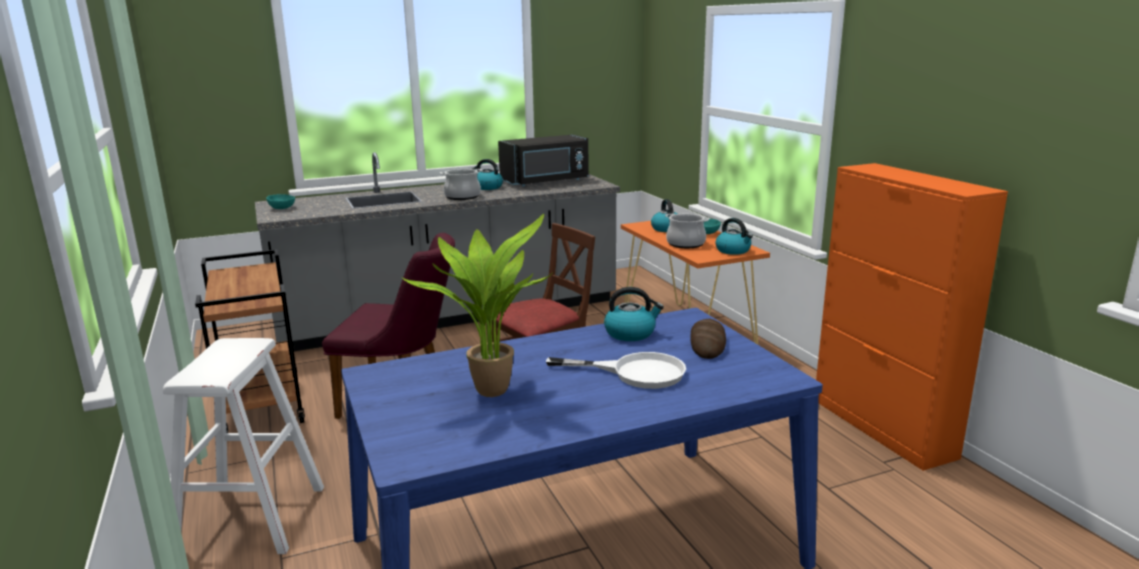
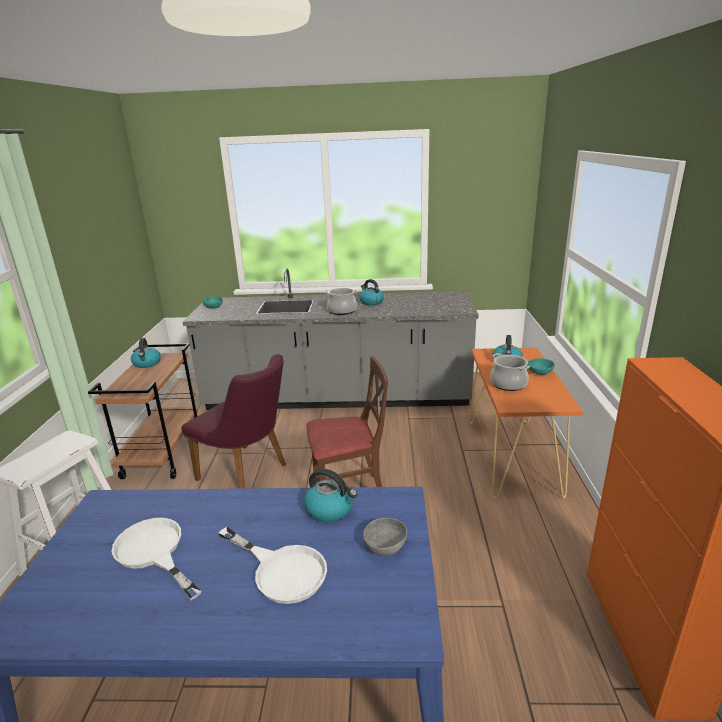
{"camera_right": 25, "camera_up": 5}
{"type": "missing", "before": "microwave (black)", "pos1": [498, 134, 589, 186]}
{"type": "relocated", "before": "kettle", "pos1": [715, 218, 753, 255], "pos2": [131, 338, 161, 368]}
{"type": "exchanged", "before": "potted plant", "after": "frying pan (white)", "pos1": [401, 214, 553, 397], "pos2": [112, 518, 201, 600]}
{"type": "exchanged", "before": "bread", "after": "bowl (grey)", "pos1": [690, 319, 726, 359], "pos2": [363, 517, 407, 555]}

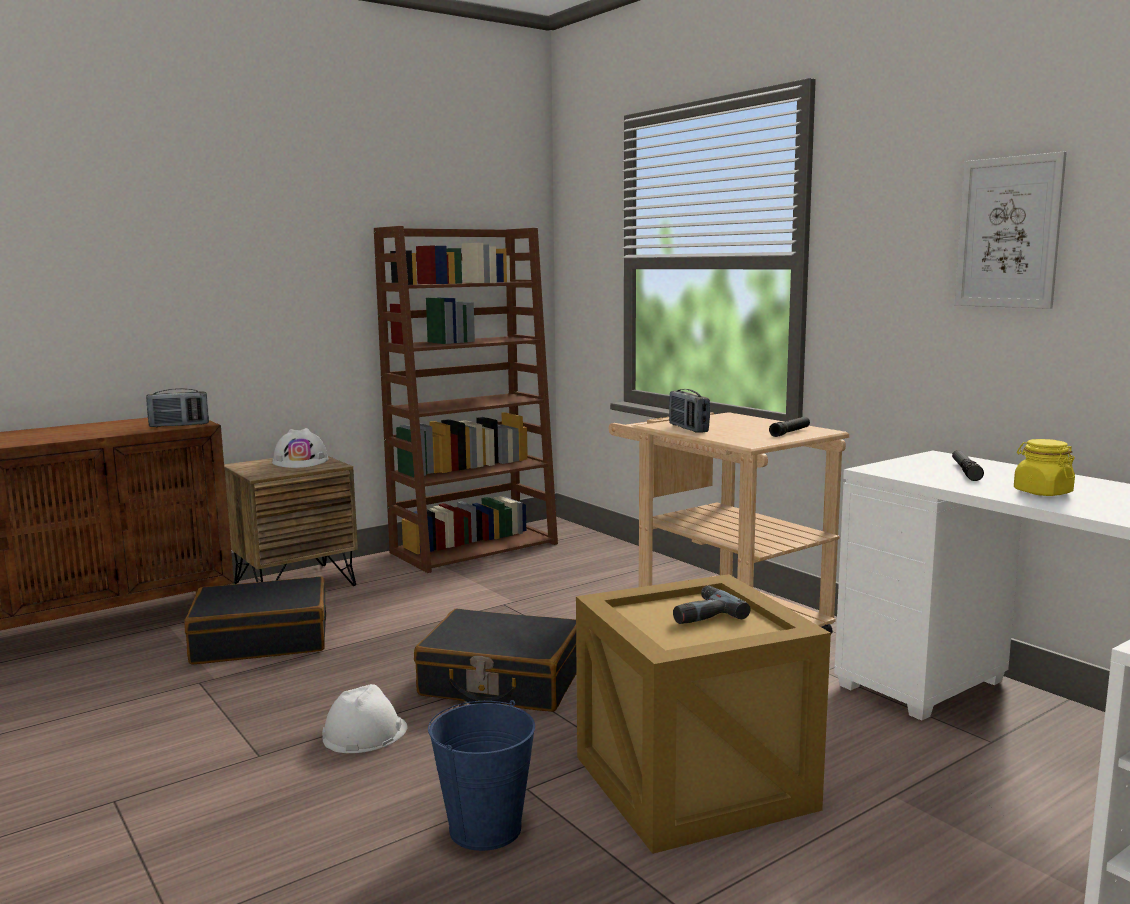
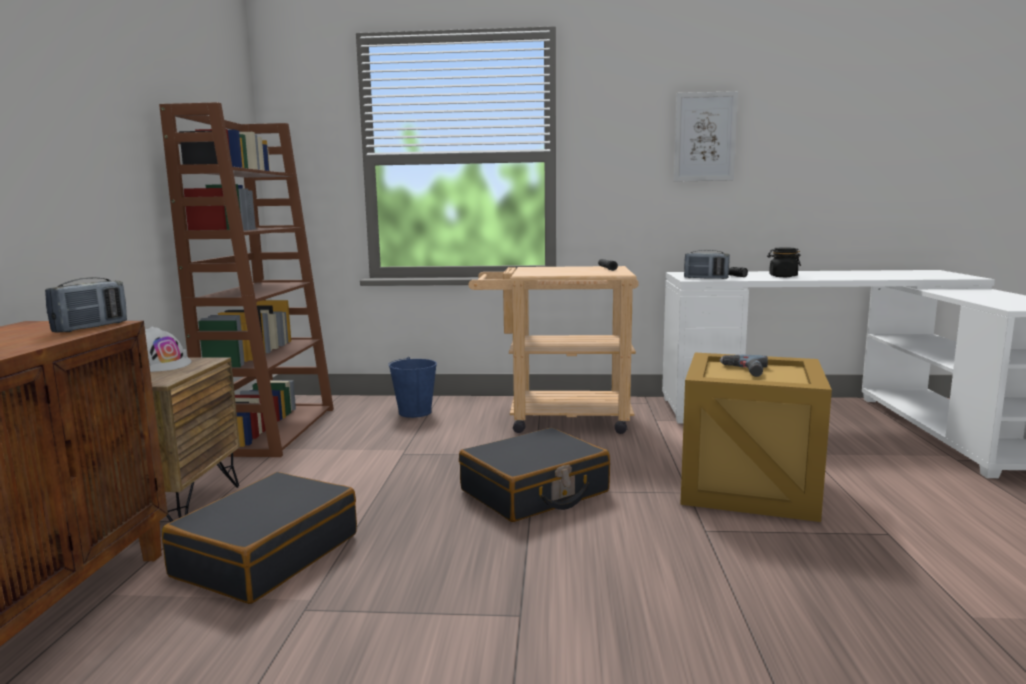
{"camera_right": -50, "camera_up": 0}
{"type": "missing", "before": "hard hat (white)", "pos1": [322, 684, 407, 753]}
{"type": "relocated", "before": "bucket (blue)", "pos1": [428, 700, 535, 851], "pos2": [388, 357, 437, 418]}
{"type": "relocated", "before": "radio", "pos1": [669, 389, 710, 433], "pos2": [684, 250, 730, 279]}
{"type": "colour", "before": "jar (yellow)", "after": "jar (black)", "pos1": [1014, 439, 1075, 496], "pos2": [767, 248, 801, 277]}

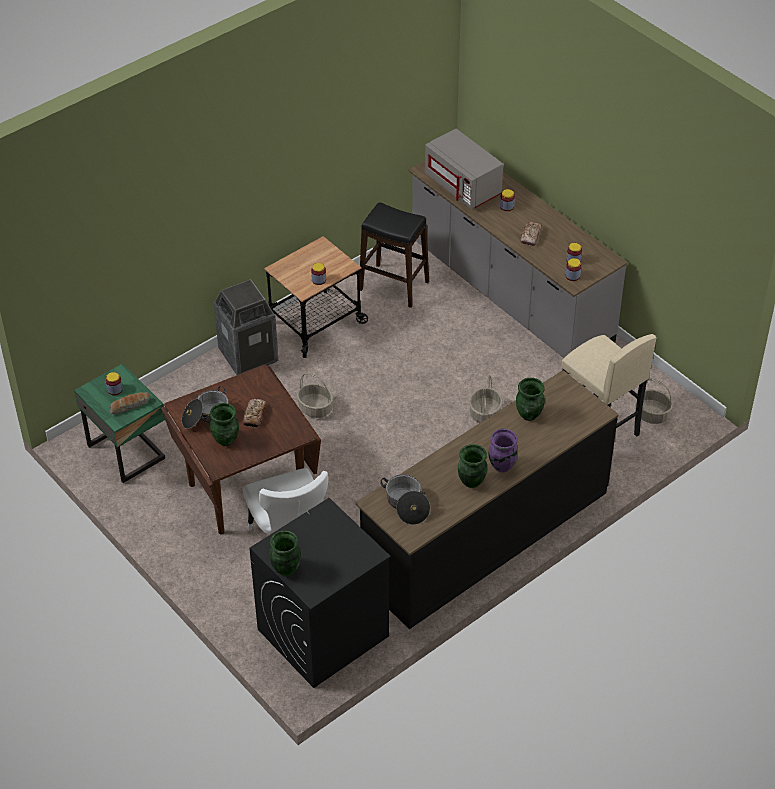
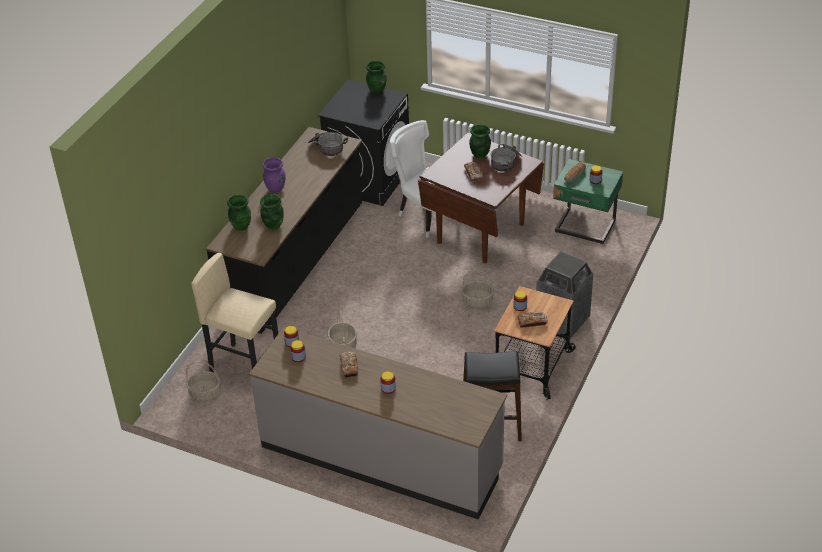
{"camera_right": 155, "camera_up": -5}
{"type": "missing", "before": "microwave (grey)", "pos1": [425, 129, 503, 209]}
{"type": "appeared", "after": "bread", "pos2": [518, 312, 548, 328]}
{"type": "relocated", "before": "vase (green)", "pos1": [458, 444, 487, 488], "pos2": [227, 195, 251, 231]}

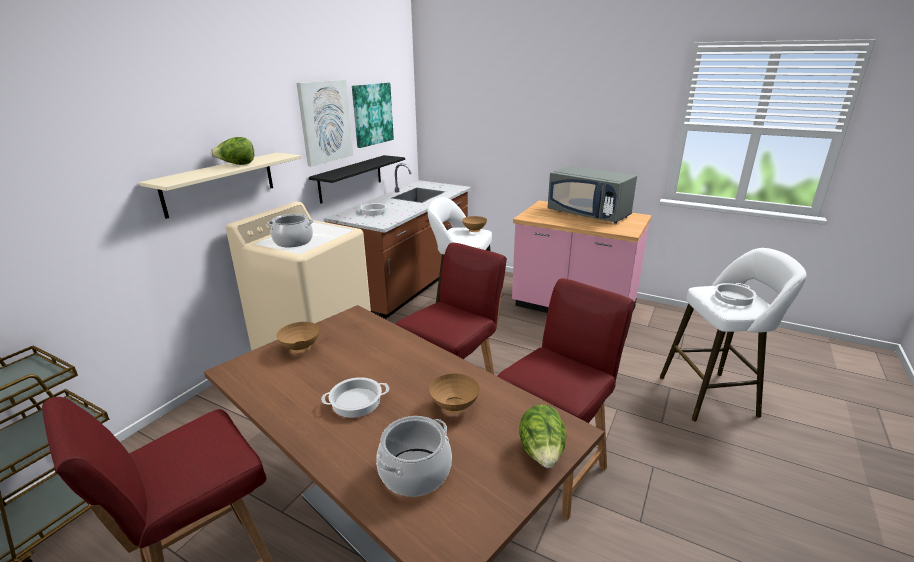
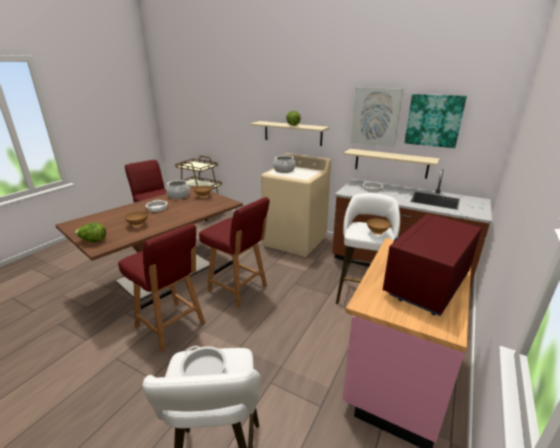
{"camera_right": 90, "camera_up": 0}
{"type": "relocated", "before": "cooking pot", "pos1": [376, 416, 452, 497], "pos2": [166, 180, 190, 199]}
{"type": "colour", "before": "shelf (black)", "after": "shelf (beige)", "pos1": [309, 155, 405, 204], "pos2": [343, 149, 440, 179]}
{"type": "colour", "before": "microwave (grey)", "after": "microwave (red)", "pos1": [548, 166, 637, 224], "pos2": [383, 214, 482, 316]}

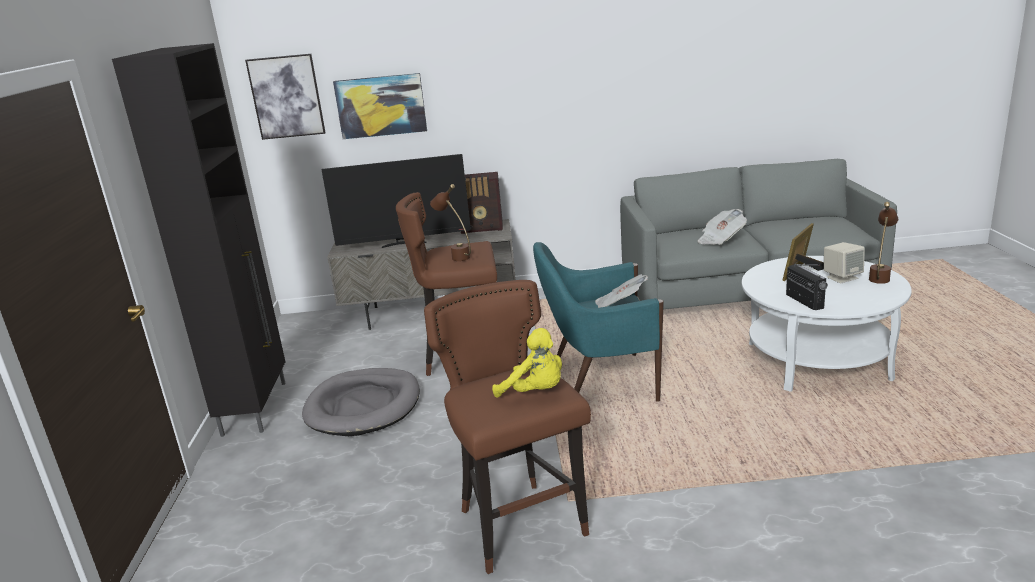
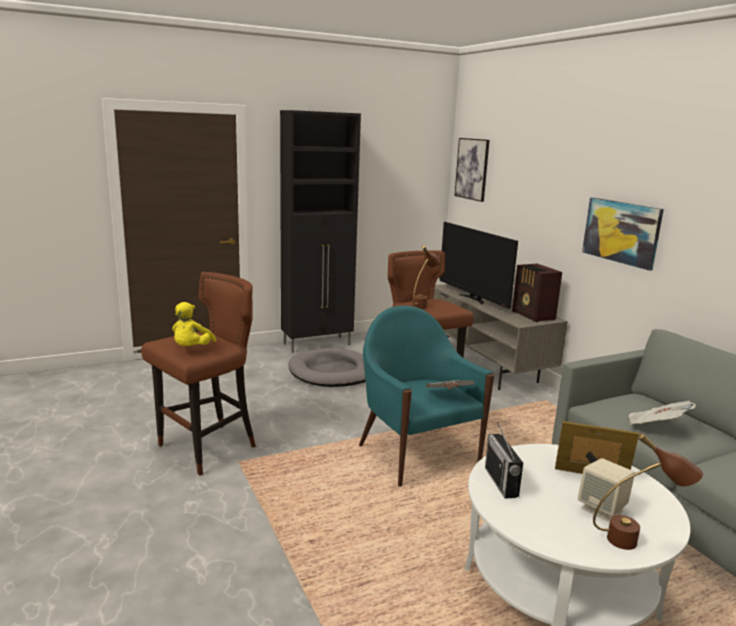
{"camera_right": 65, "camera_up": -5}
{"type": "relocated", "before": "picture", "pos1": [333, 73, 427, 139], "pos2": [582, 198, 664, 271]}
{"type": "spun", "before": "radio", "pos1": [786, 264, 828, 310], "pos2": [485, 422, 523, 499], "turn": 120}

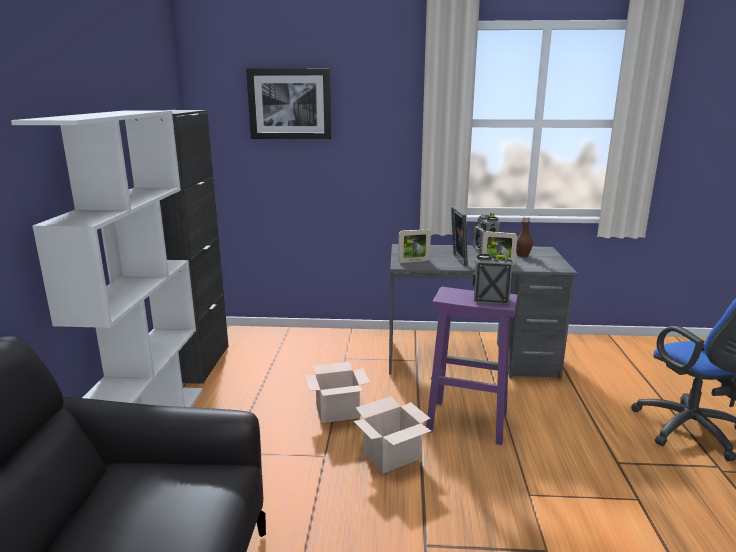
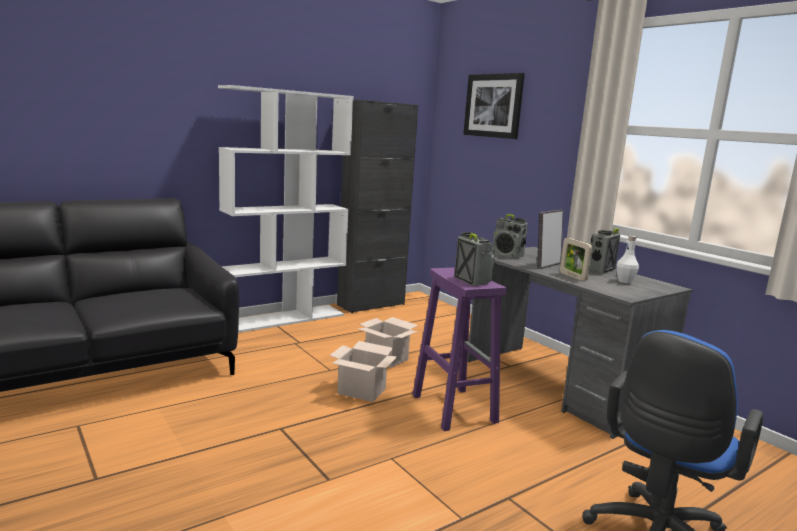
{"camera_right": 50, "camera_up": -5}
{"type": "exchanged", "before": "picture frame", "after": "radio", "pos1": [398, 229, 431, 263], "pos2": [492, 214, 528, 258]}
{"type": "colour", "before": "bottle (brown)", "after": "bottle (white)", "pos1": [516, 217, 533, 257], "pos2": [616, 235, 639, 283]}

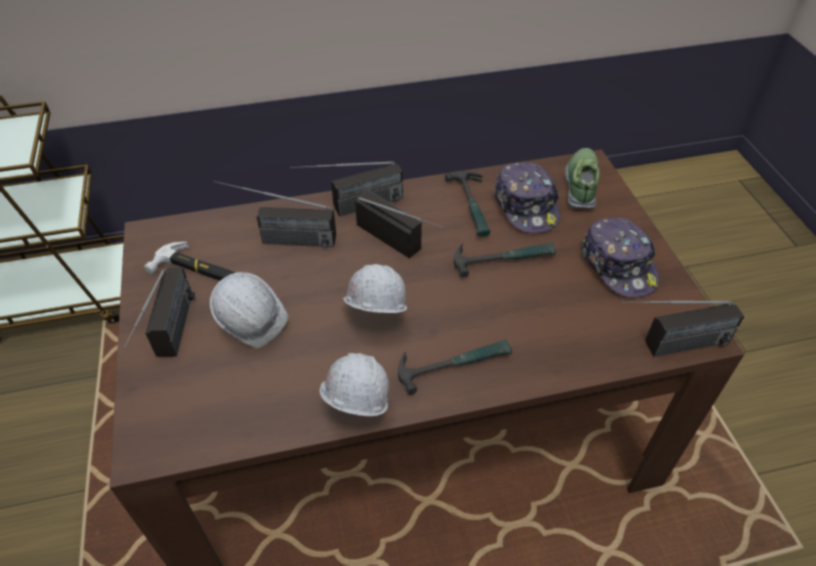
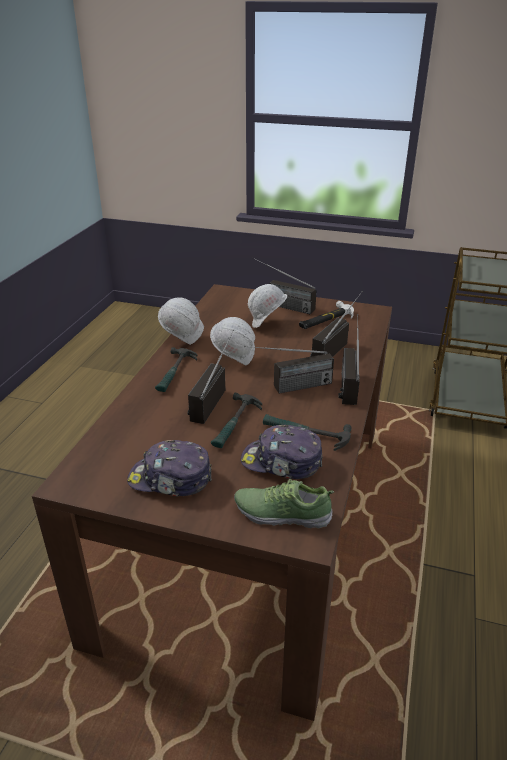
{"camera_right": 120, "camera_up": -15}
{"type": "relocated", "before": "radio", "pos1": [621, 301, 744, 357], "pos2": [188, 329, 234, 424]}
{"type": "spun", "before": "shoe", "pos1": [565, 148, 599, 209], "pos2": [234, 479, 334, 528], "turn": 150}

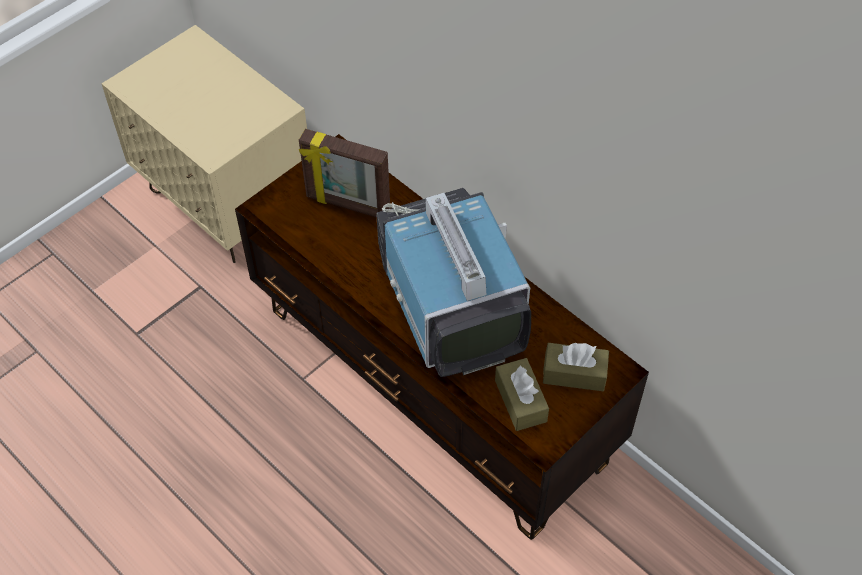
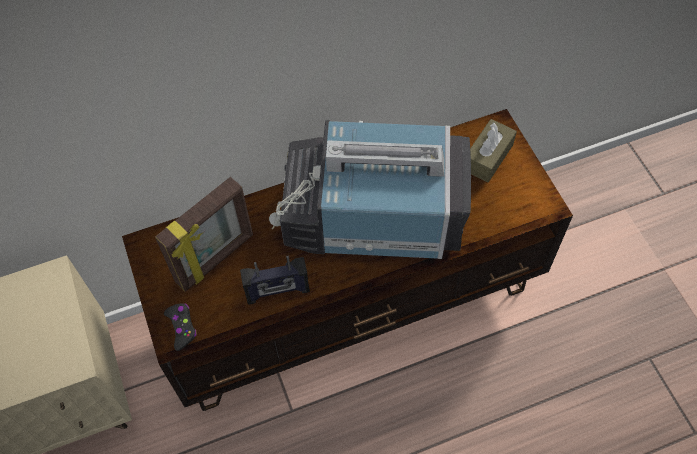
{"camera_right": -65, "camera_up": 5}
{"type": "missing", "before": "tissue box (brown)", "pos1": [495, 358, 549, 431]}
{"type": "appeared", "after": "game controller (black)", "pos2": [164, 303, 197, 351]}
{"type": "appeared", "after": "radio", "pos2": [240, 256, 310, 305]}

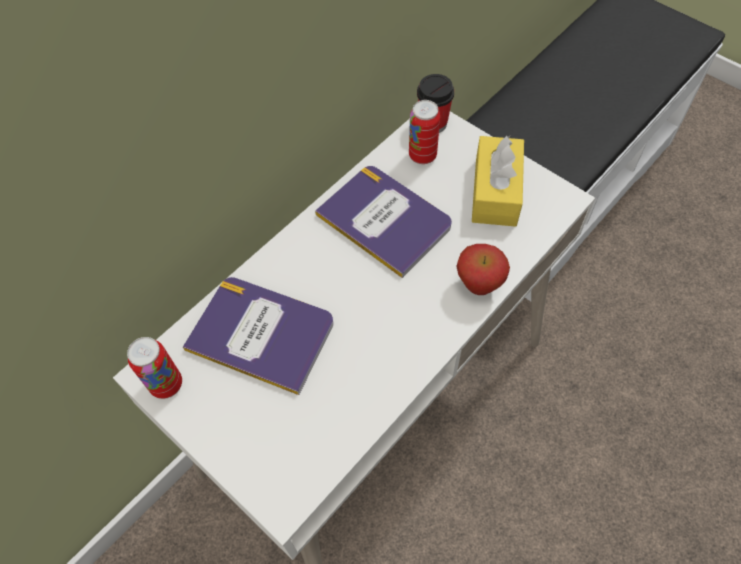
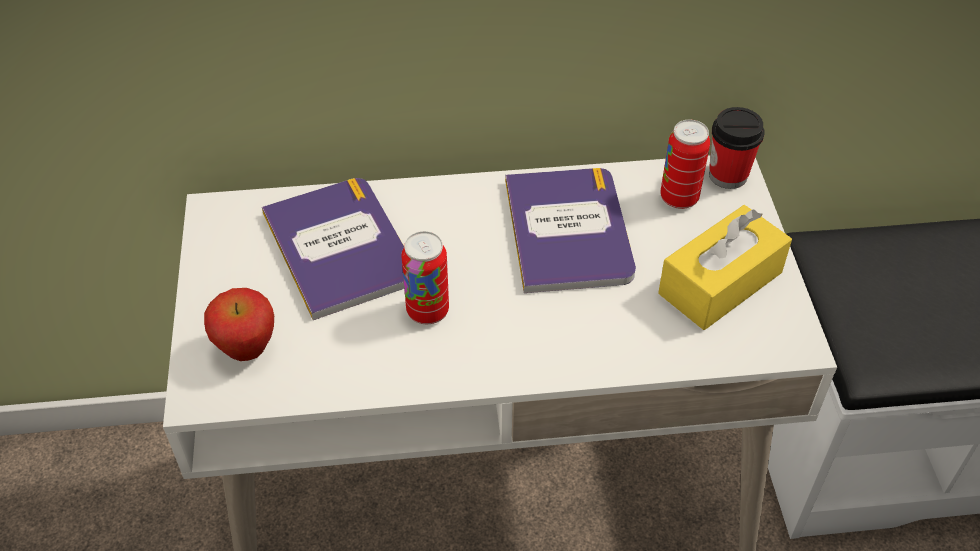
{"camera_right": 40, "camera_up": -10}
{"type": "relocated", "before": "can", "pos1": [127, 337, 182, 399], "pos2": [401, 231, 449, 324]}
{"type": "relocated", "before": "apple", "pos1": [456, 244, 510, 295], "pos2": [204, 288, 274, 361]}

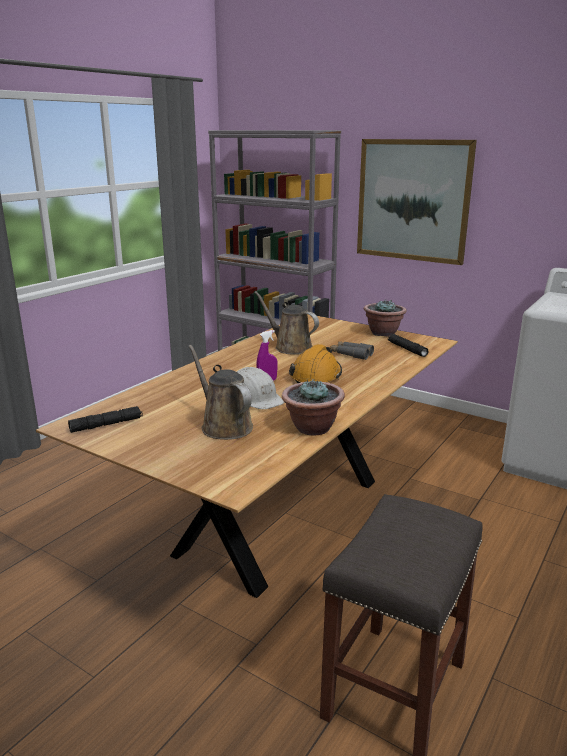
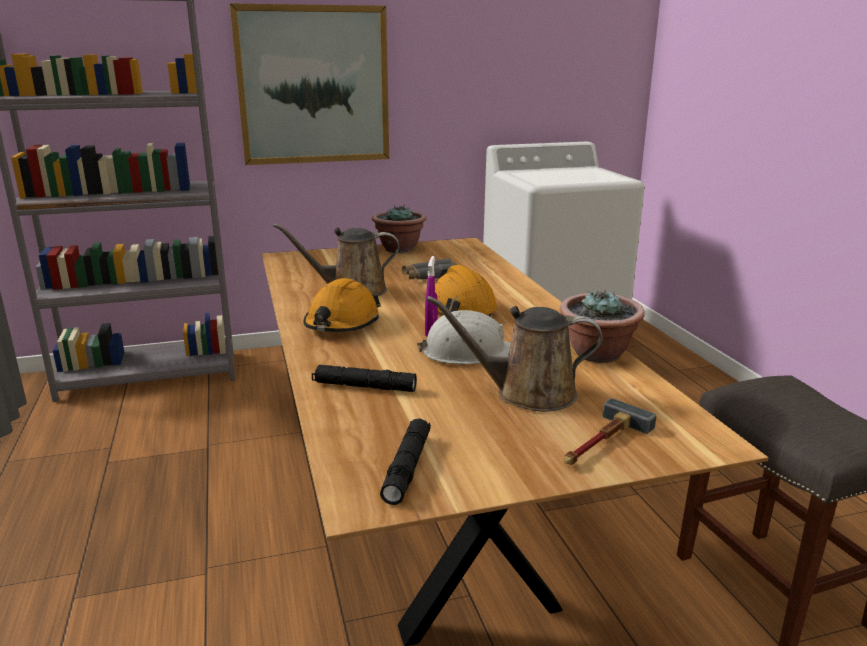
{"camera_right": -50, "camera_up": 0}
{"type": "appeared", "after": "hard hat (orange)", "pos2": [303, 278, 381, 332]}
{"type": "appeared", "after": "hammer", "pos2": [564, 398, 657, 465]}
{"type": "relocated", "before": "flashlight (black)", "pos1": [388, 334, 428, 357], "pos2": [312, 365, 417, 392]}

